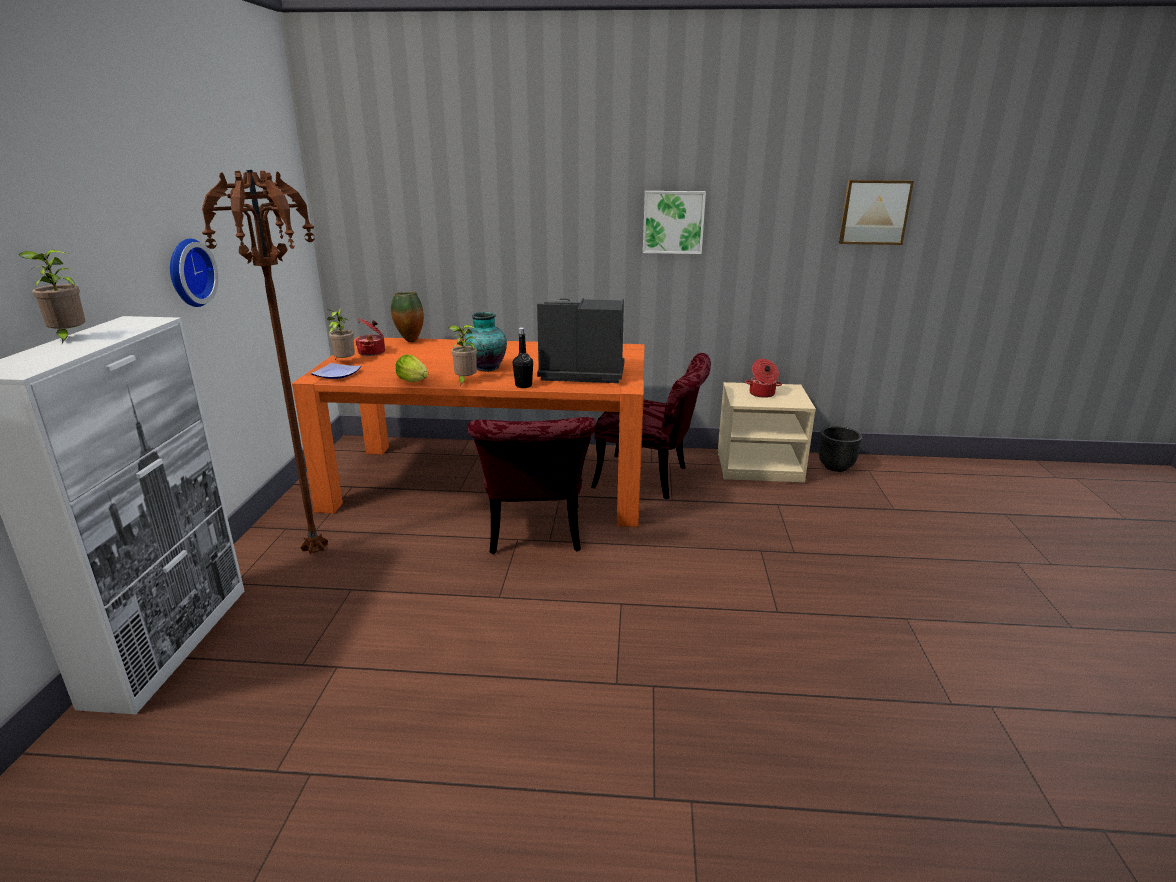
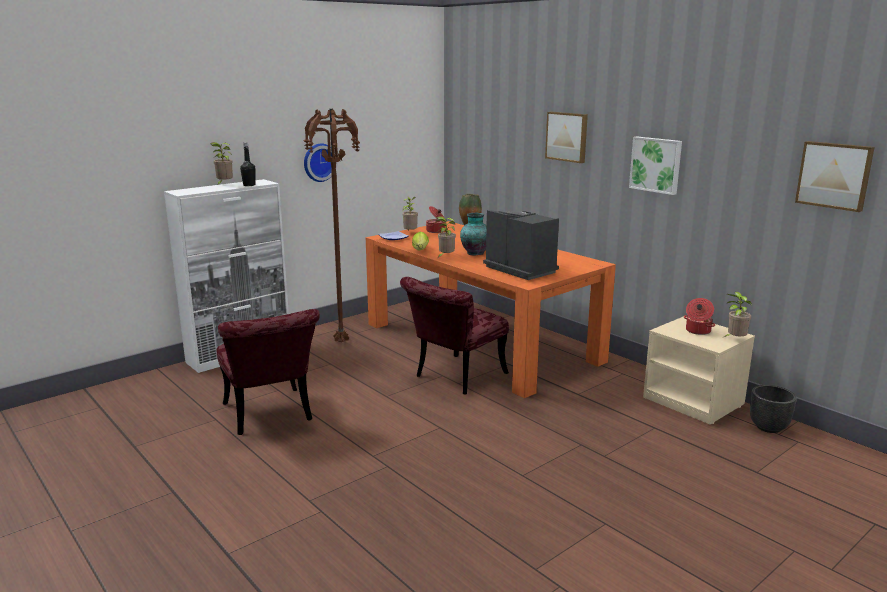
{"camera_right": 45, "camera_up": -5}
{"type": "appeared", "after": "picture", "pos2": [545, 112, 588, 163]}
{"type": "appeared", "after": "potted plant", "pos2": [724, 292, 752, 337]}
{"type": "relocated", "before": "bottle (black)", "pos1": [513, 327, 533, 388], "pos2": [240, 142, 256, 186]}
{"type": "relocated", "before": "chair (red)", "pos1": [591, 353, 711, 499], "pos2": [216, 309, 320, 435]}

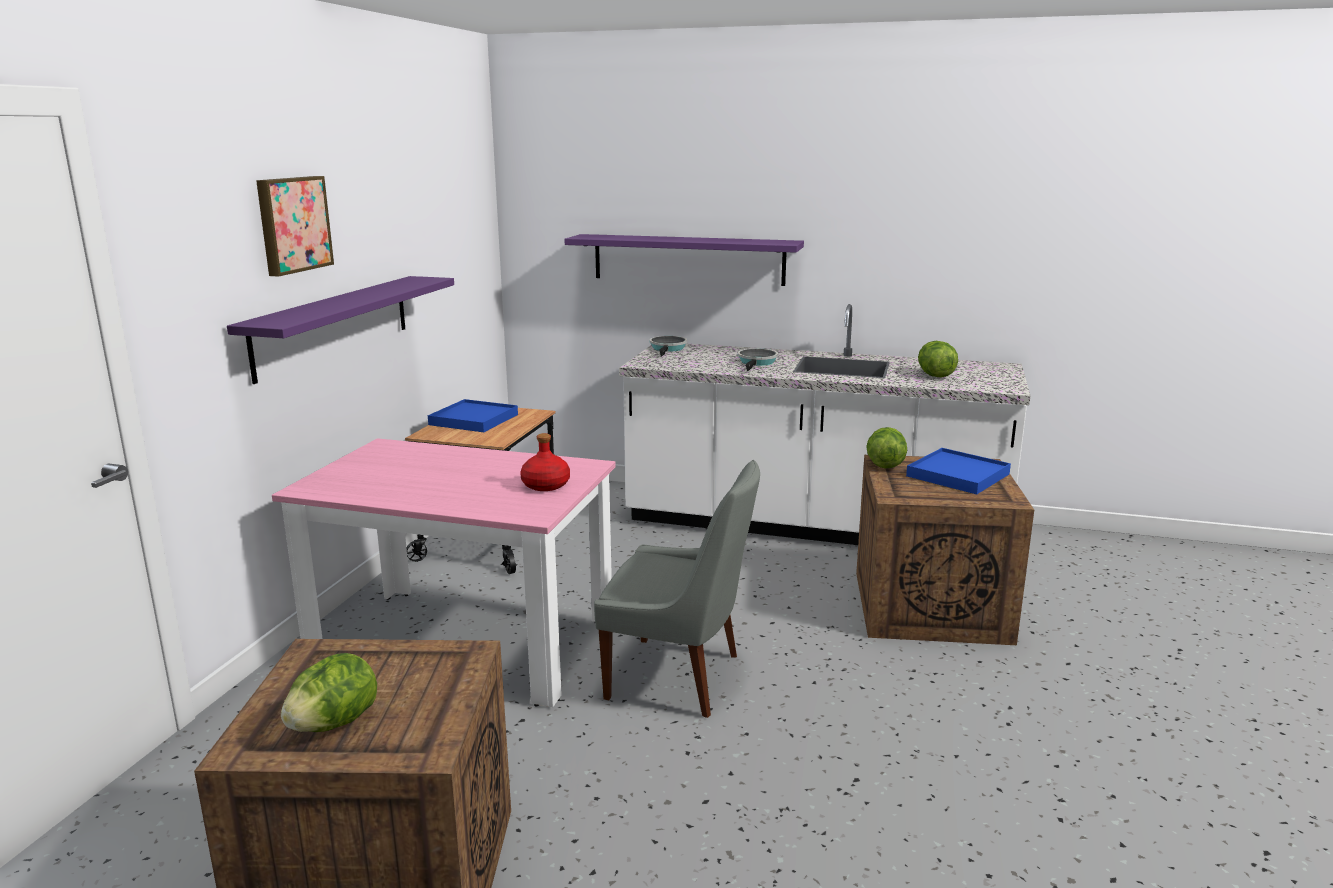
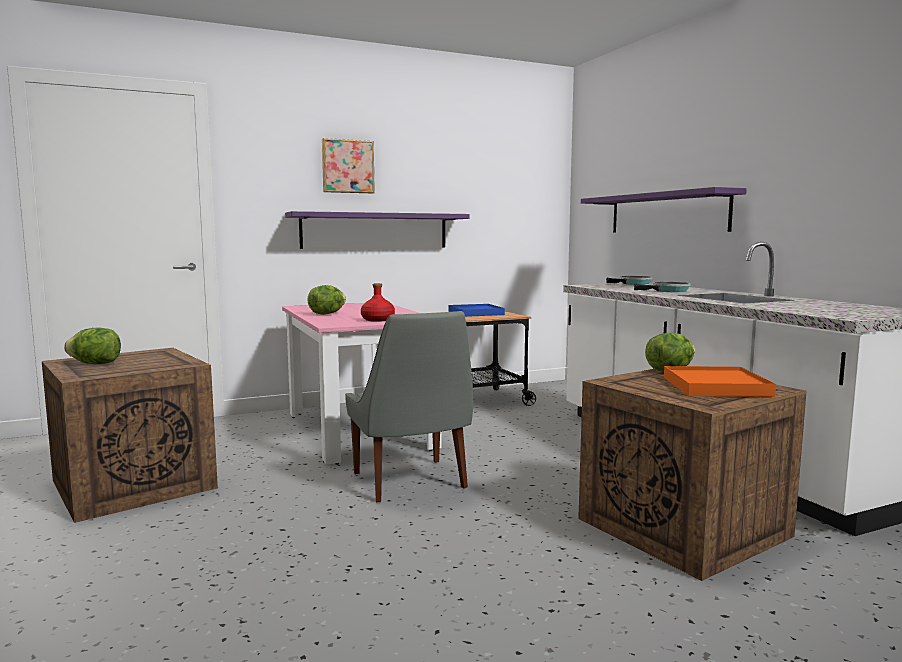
{"camera_right": 50, "camera_up": -10}
{"type": "relocated", "before": "lettuce", "pos1": [918, 341, 958, 377], "pos2": [308, 285, 346, 315]}
{"type": "colour", "before": "tray (blue)", "after": "tray (orange)", "pos1": [906, 448, 1011, 494], "pos2": [664, 366, 776, 397]}

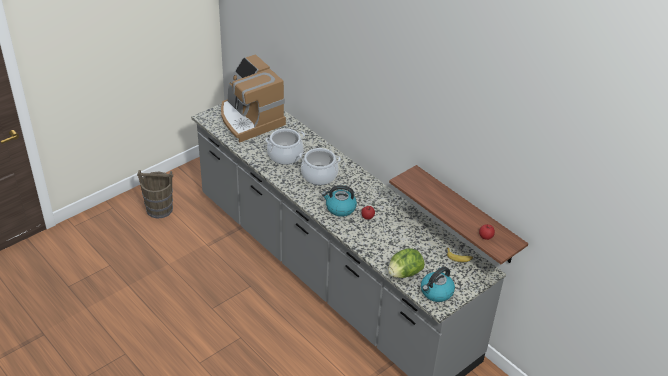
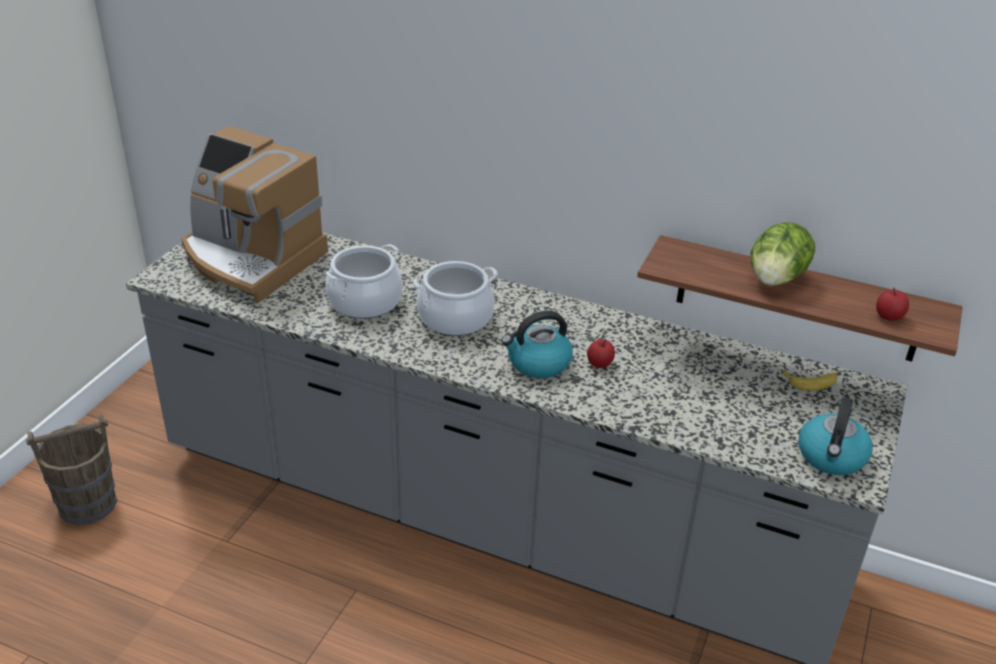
{"camera_right": -25, "camera_up": -5}
{"type": "relocated", "before": "lettuce", "pos1": [388, 248, 425, 278], "pos2": [750, 222, 815, 286]}

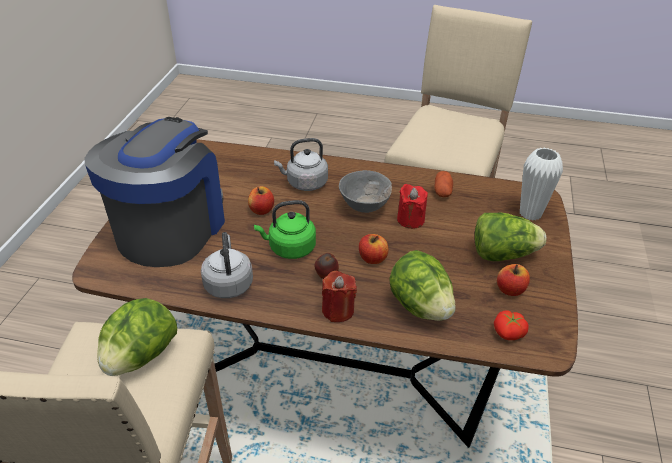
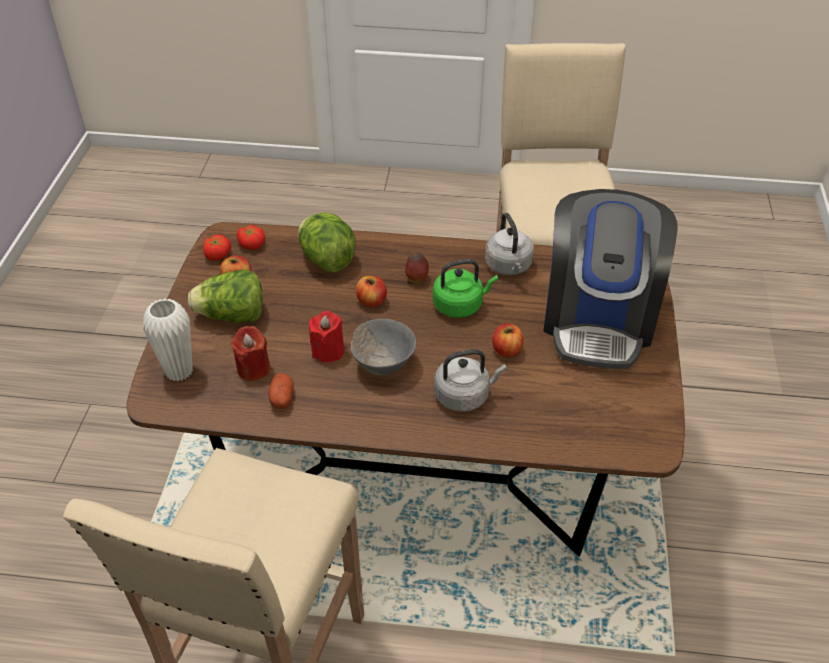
{"camera_right": 175, "camera_up": 5}
{"type": "missing", "before": "lettuce", "pos1": [97, 298, 177, 376]}
{"type": "appeared", "after": "tomato", "pos2": [203, 234, 231, 261]}
{"type": "relocated", "before": "candle (red)", "pos1": [322, 271, 357, 322], "pos2": [231, 326, 270, 381]}

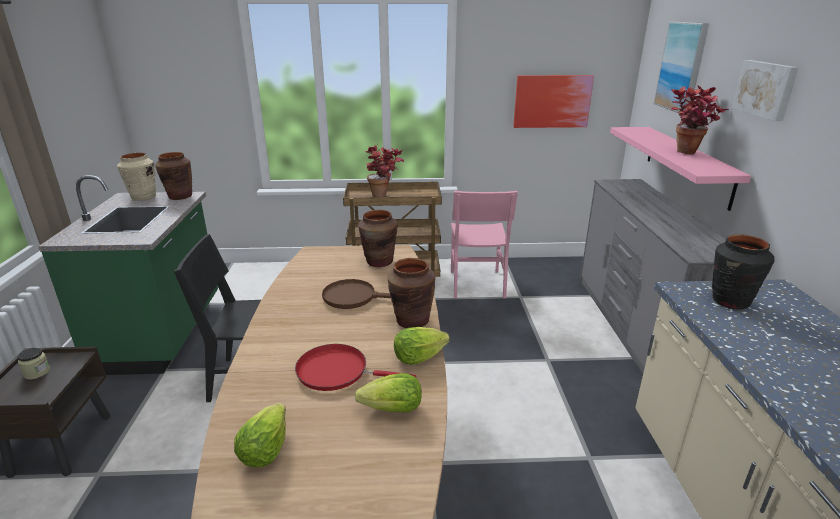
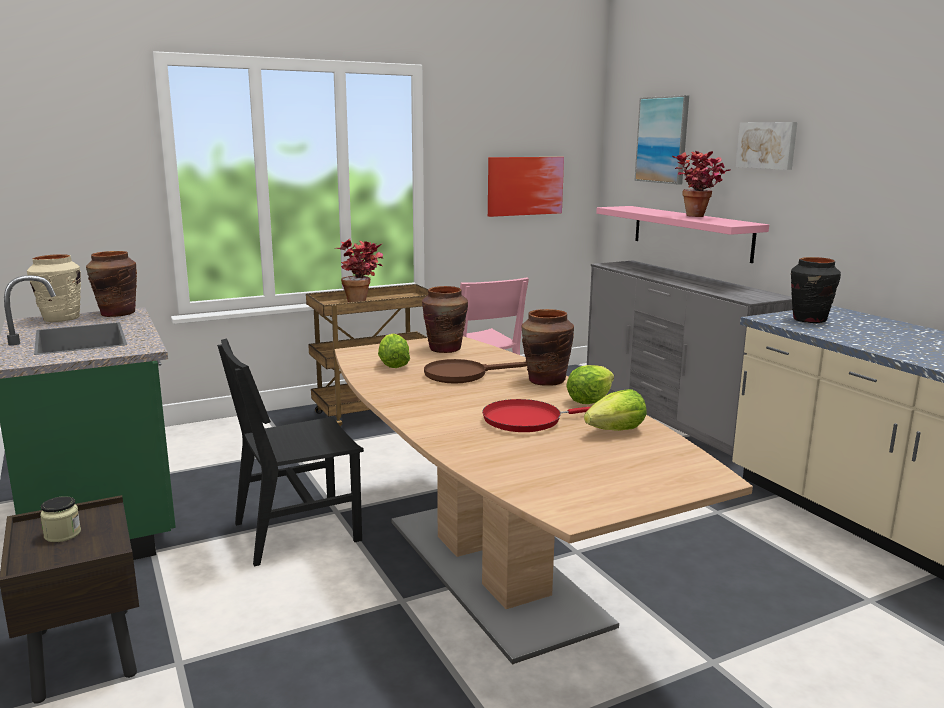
{"camera_right": -25, "camera_up": -10}
{"type": "relocated", "before": "lettuce", "pos1": [234, 403, 286, 468], "pos2": [378, 333, 410, 368]}

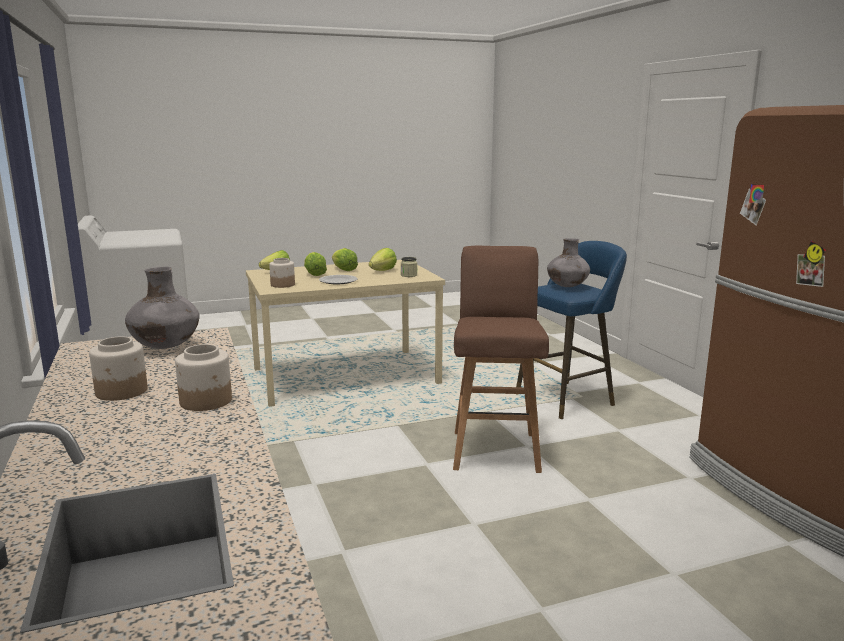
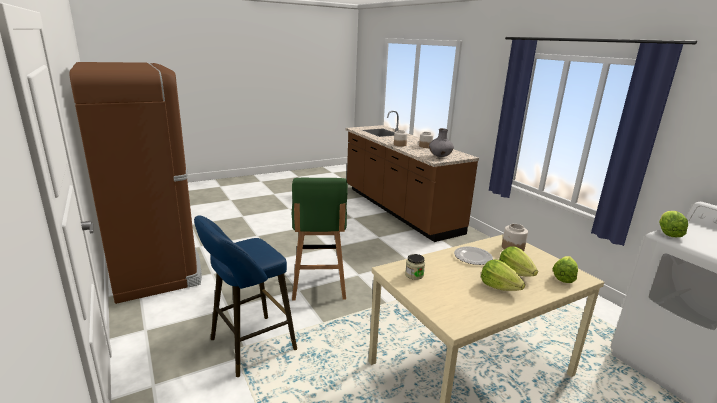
{"camera_right": 170, "camera_up": 5}
{"type": "missing", "before": "vase (grey)", "pos1": [547, 238, 590, 287]}
{"type": "relocated", "before": "lettuce", "pos1": [369, 248, 397, 271], "pos2": [659, 211, 688, 237]}
{"type": "colour", "before": "stool (brown)", "after": "stool (green)", "pos1": [453, 246, 549, 473], "pos2": [292, 178, 348, 301]}

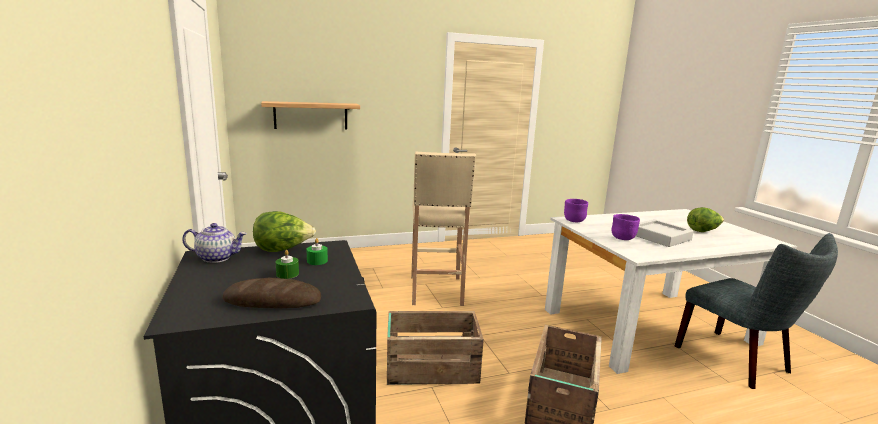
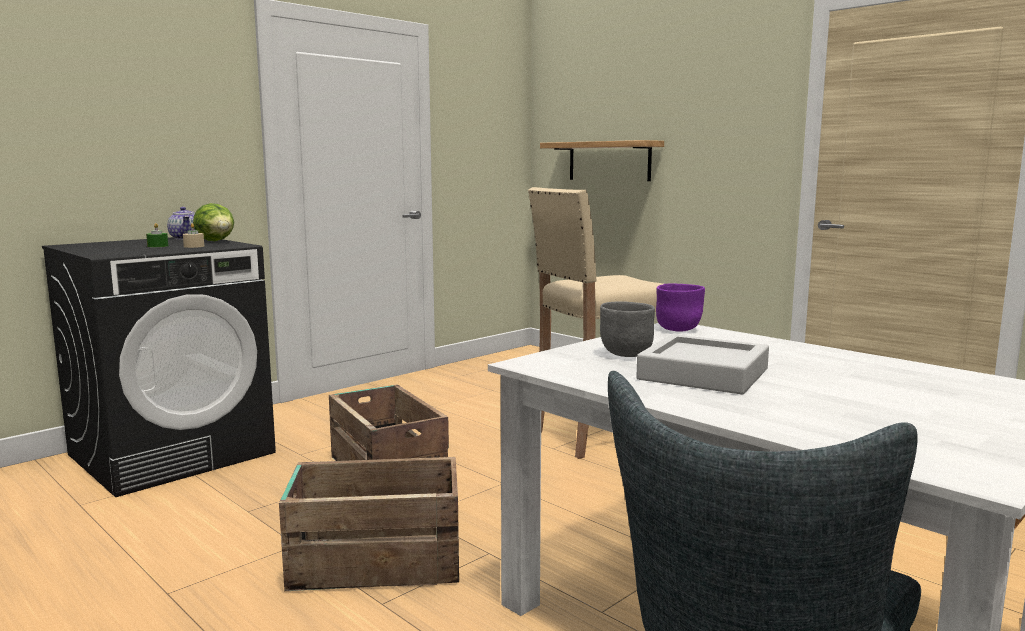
{"camera_right": 65, "camera_up": -5}
{"type": "missing", "before": "bread", "pos1": [223, 278, 321, 308]}
{"type": "missing", "before": "lettuce", "pos1": [687, 207, 724, 232]}
{"type": "colour", "before": "candle (green)", "after": "candle (beige)", "pos1": [306, 238, 328, 265], "pos2": [183, 223, 204, 248]}
{"type": "colour", "before": "bowl (purple)", "after": "bowl (grey)", "pos1": [612, 214, 640, 240], "pos2": [600, 302, 655, 357]}

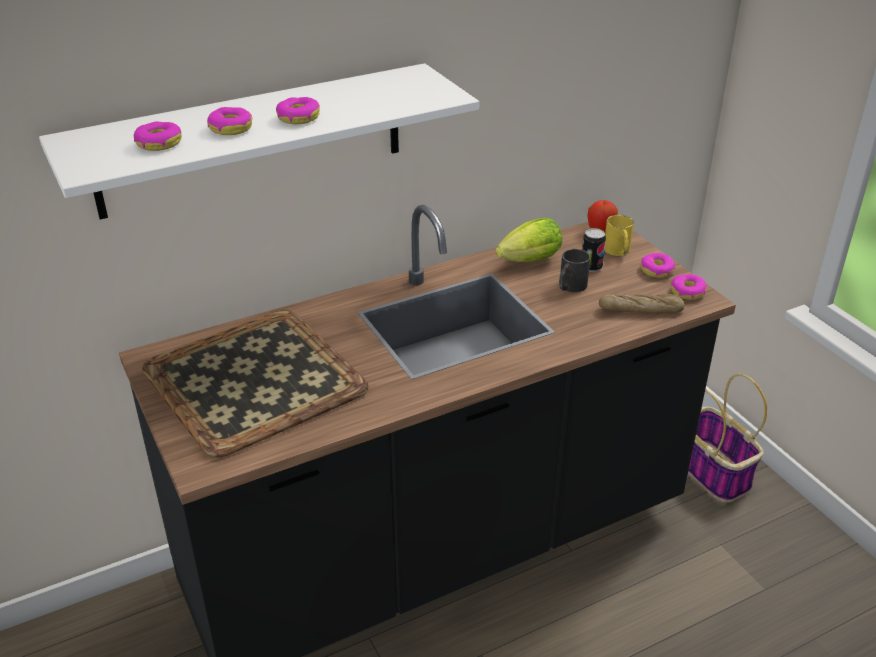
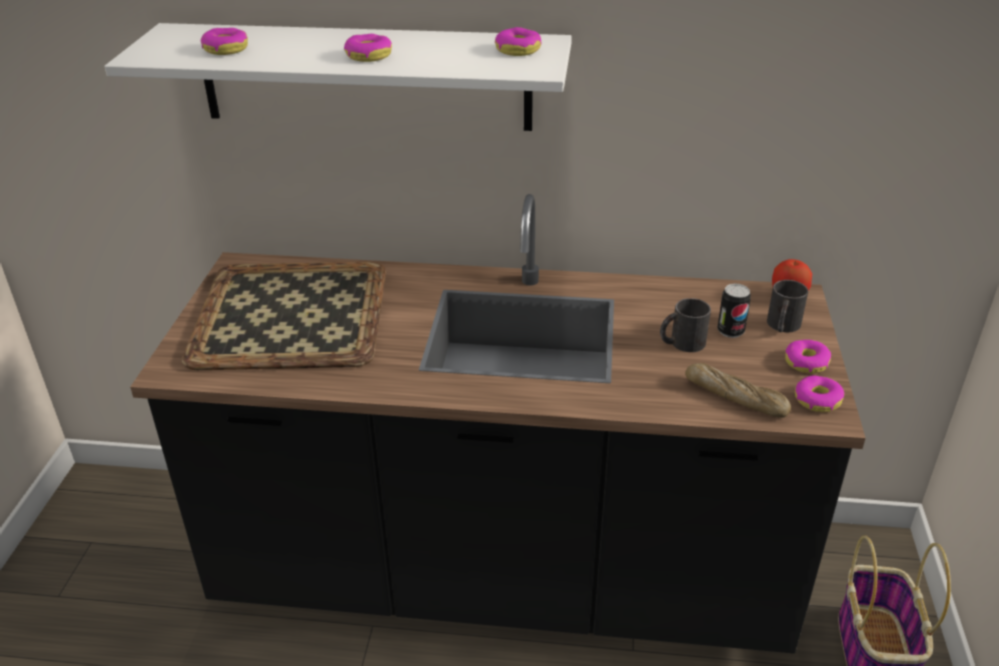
{"camera_right": 35, "camera_up": 0}
{"type": "missing", "before": "lettuce", "pos1": [496, 218, 562, 262]}
{"type": "relocated", "before": "donut", "pos1": [207, 107, 252, 135], "pos2": [495, 27, 542, 56]}
{"type": "colour", "before": "mug (yellow)", "after": "mug (black)", "pos1": [605, 215, 634, 256], "pos2": [767, 280, 808, 332]}

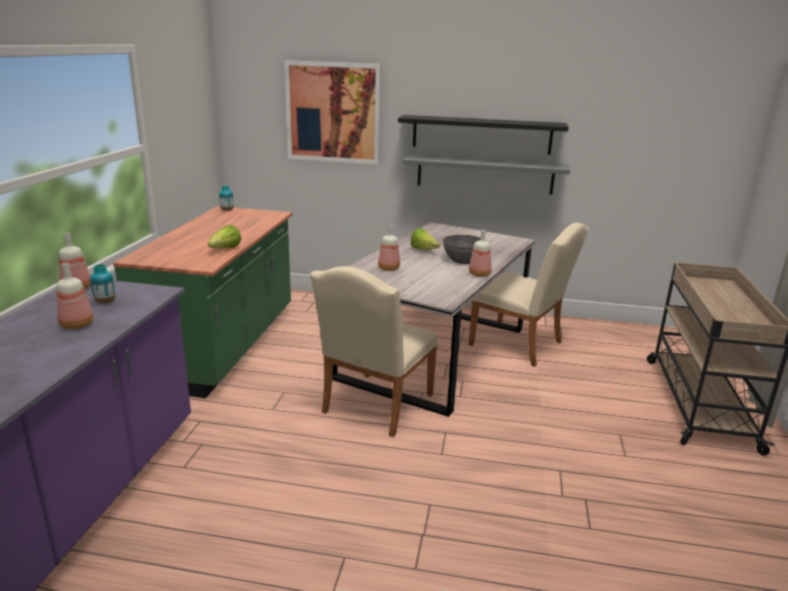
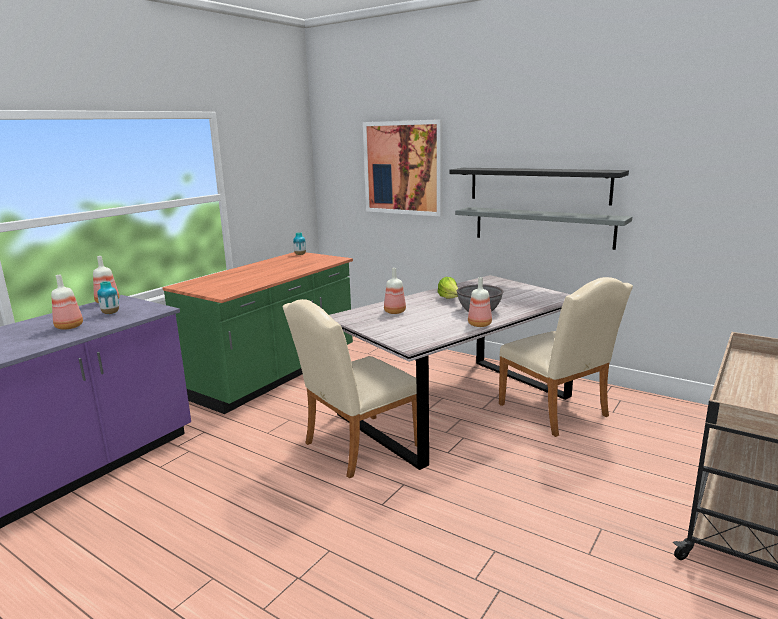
{"camera_right": 25, "camera_up": -5}
{"type": "missing", "before": "lettuce", "pos1": [208, 225, 241, 248]}

